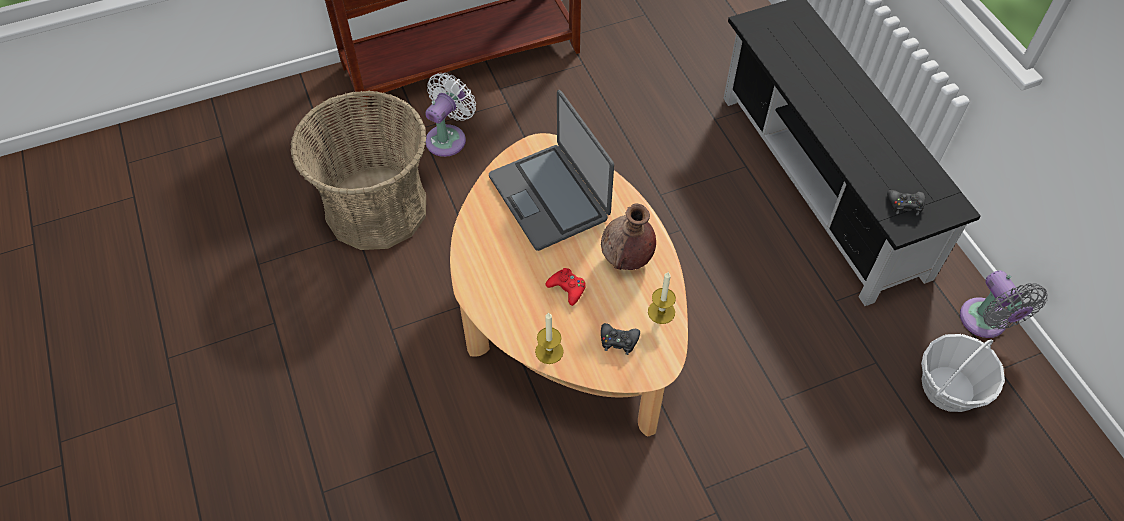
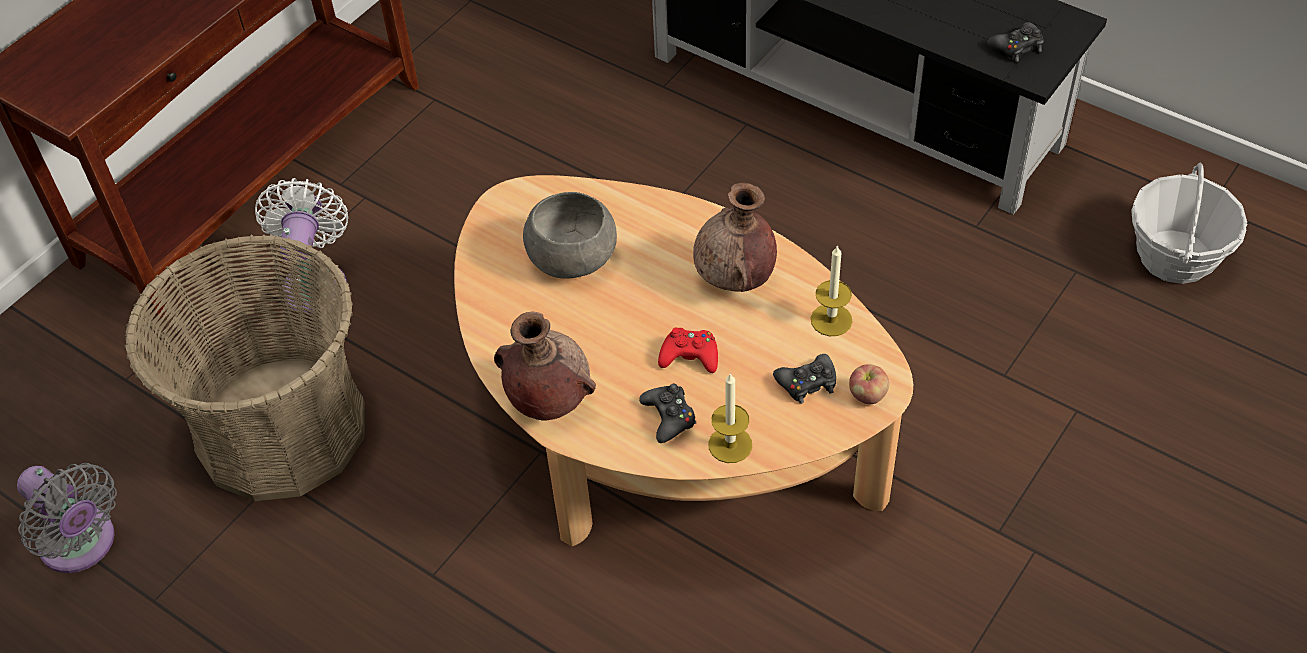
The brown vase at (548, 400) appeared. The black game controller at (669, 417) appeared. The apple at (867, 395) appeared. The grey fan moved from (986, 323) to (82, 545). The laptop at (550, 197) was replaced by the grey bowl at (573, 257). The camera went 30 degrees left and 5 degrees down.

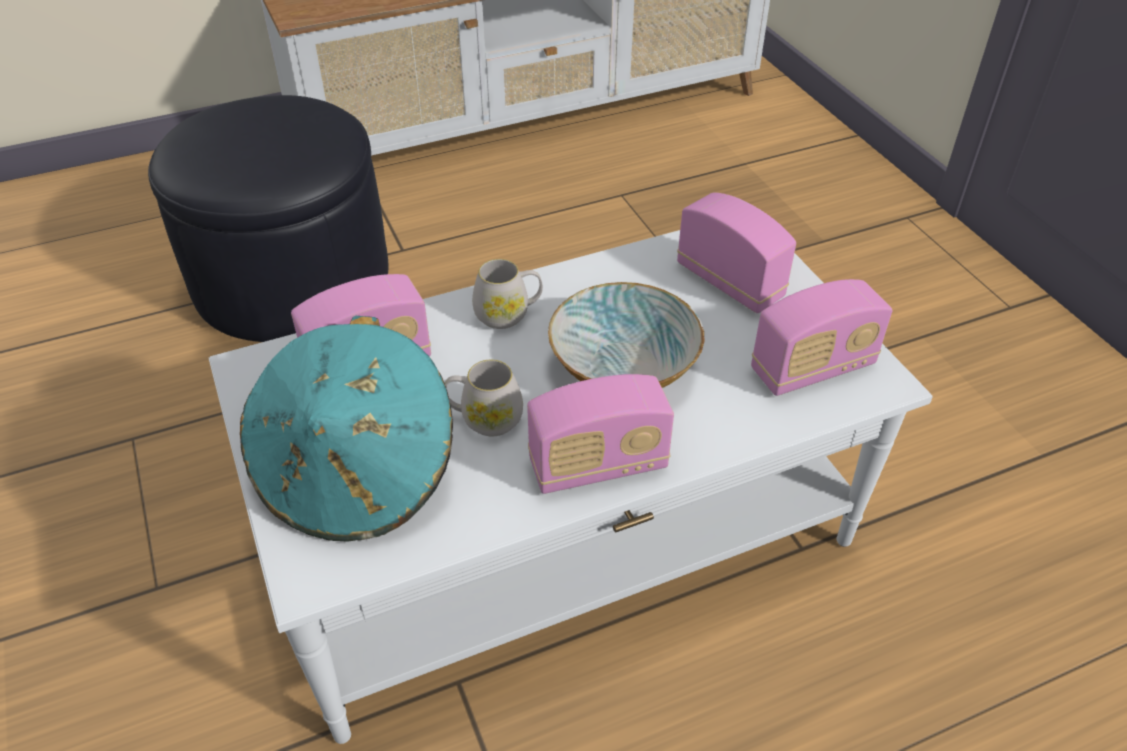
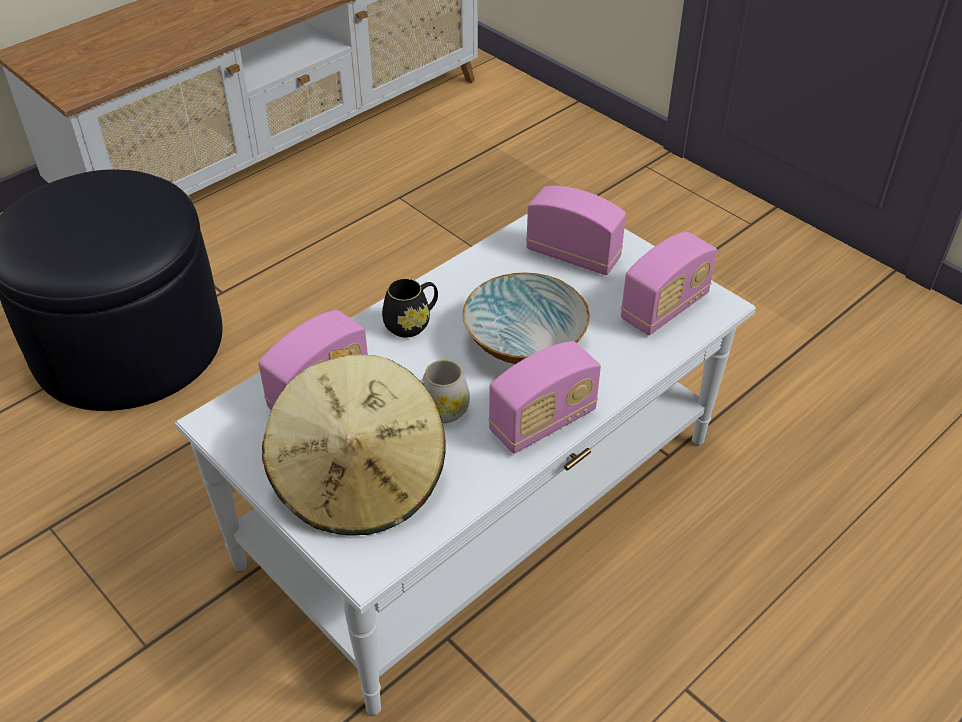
The turquoise hat at (357, 473) became the beige hat at (360, 479). The white mug at (508, 314) became the black mug at (412, 323). The camera went 20 degrees left and 0 degrees up.

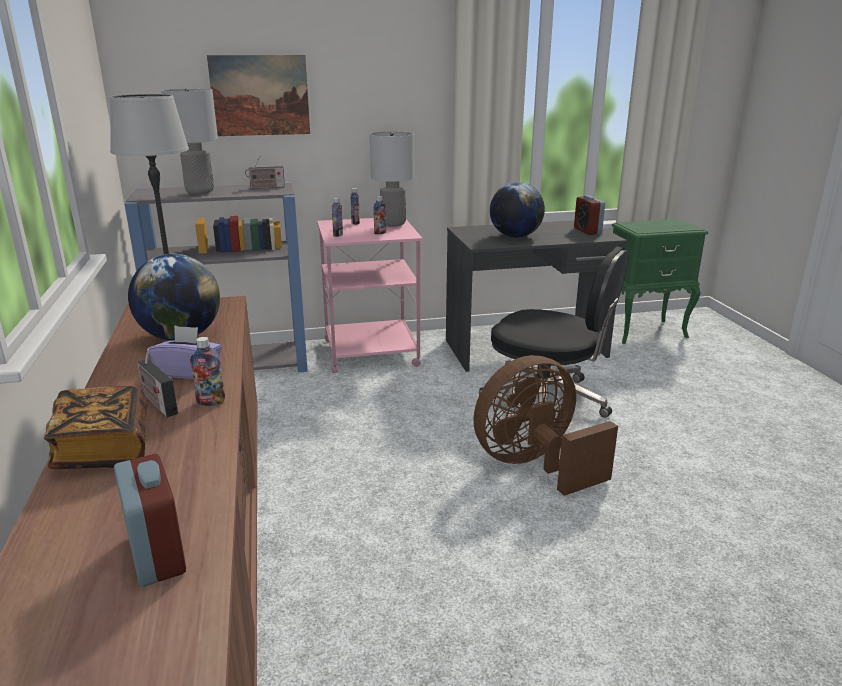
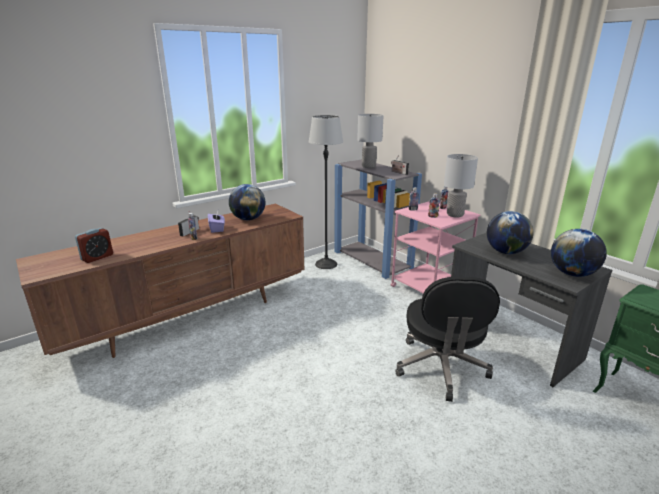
The book at (104, 448) disappeared. The picture at (260, 95) disappeared. The brown fan at (534, 465) disappeared. The alarm clock at (587, 231) was replaced by the globe at (572, 274). The camera went 65 degrees right and 0 degrees up.

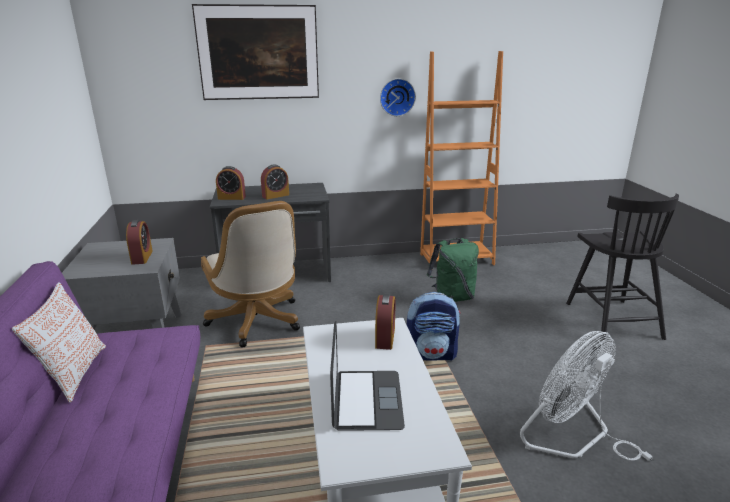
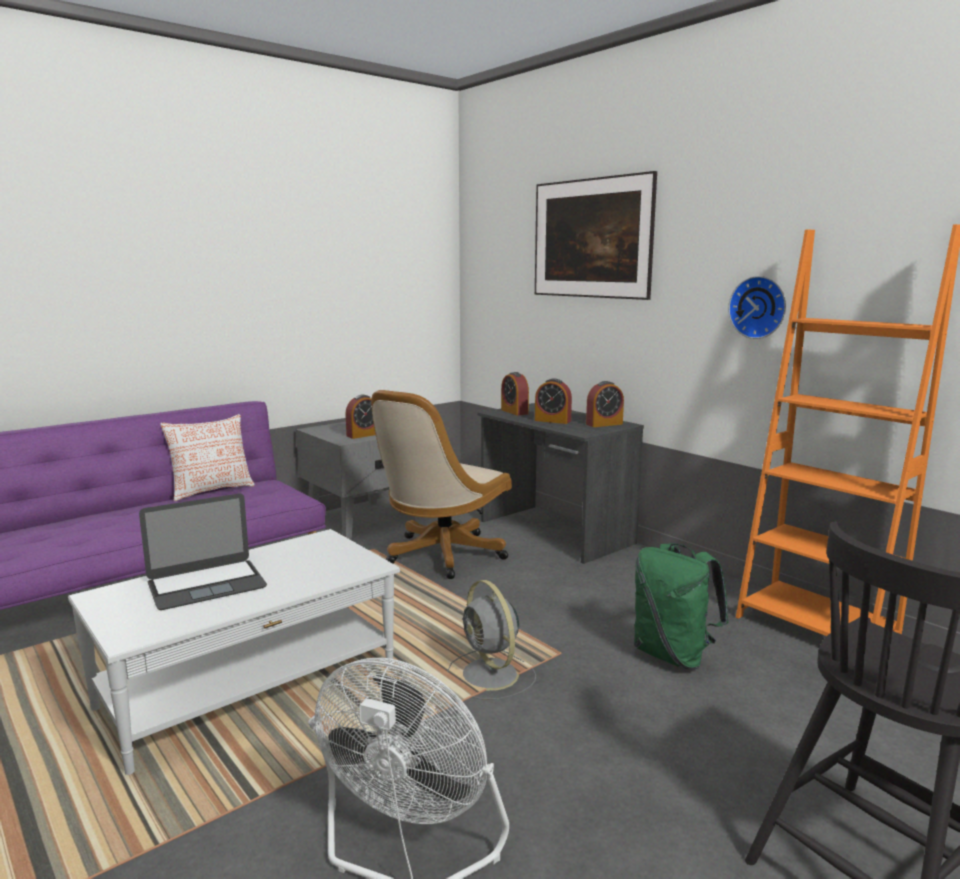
The alarm clock moved from (385, 338) to (604, 424). The backpack at (431, 354) was replaced by the grey fan at (491, 675). The camera went 60 degrees right and 10 degrees down.

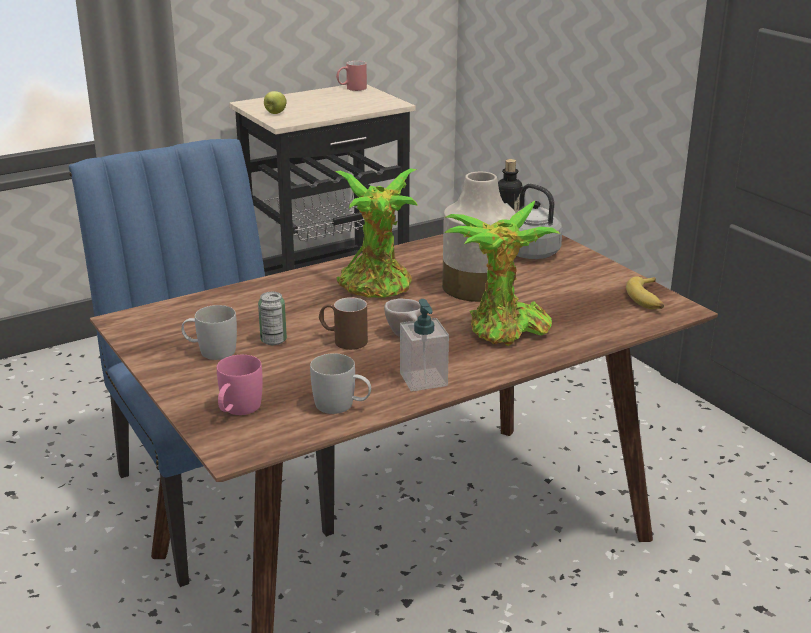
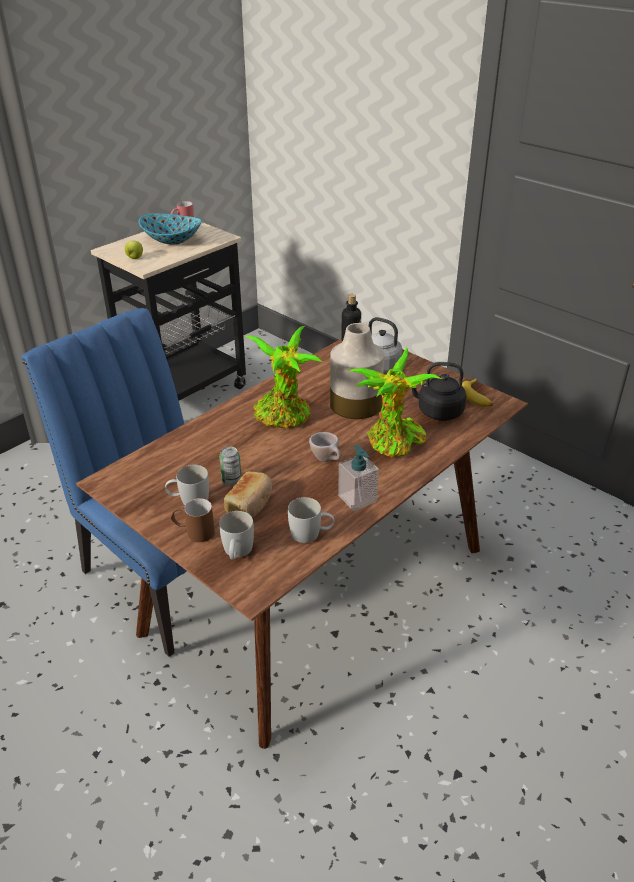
The bowl at (172, 241) appeared. The bread at (250, 504) appeared. The black kettle at (437, 412) appeared. The brown mug moved from (343, 340) to (194, 532). The pink mug at (237, 410) became the white mug at (237, 552). The camera went 15 degrees left and 10 degrees up.

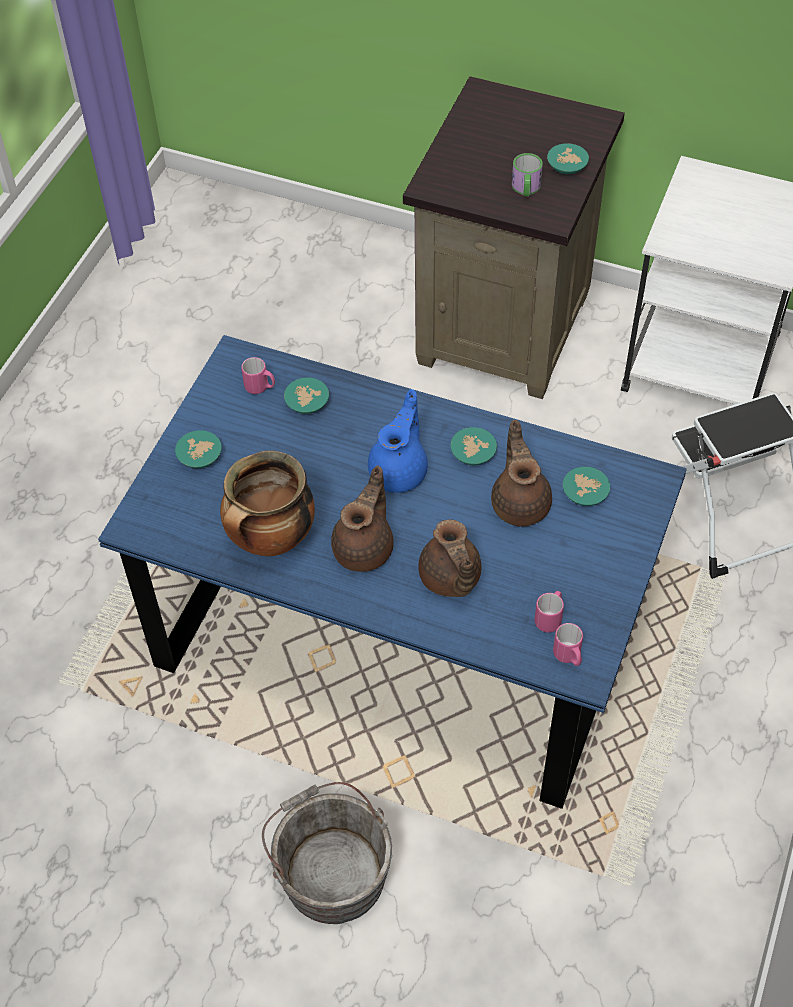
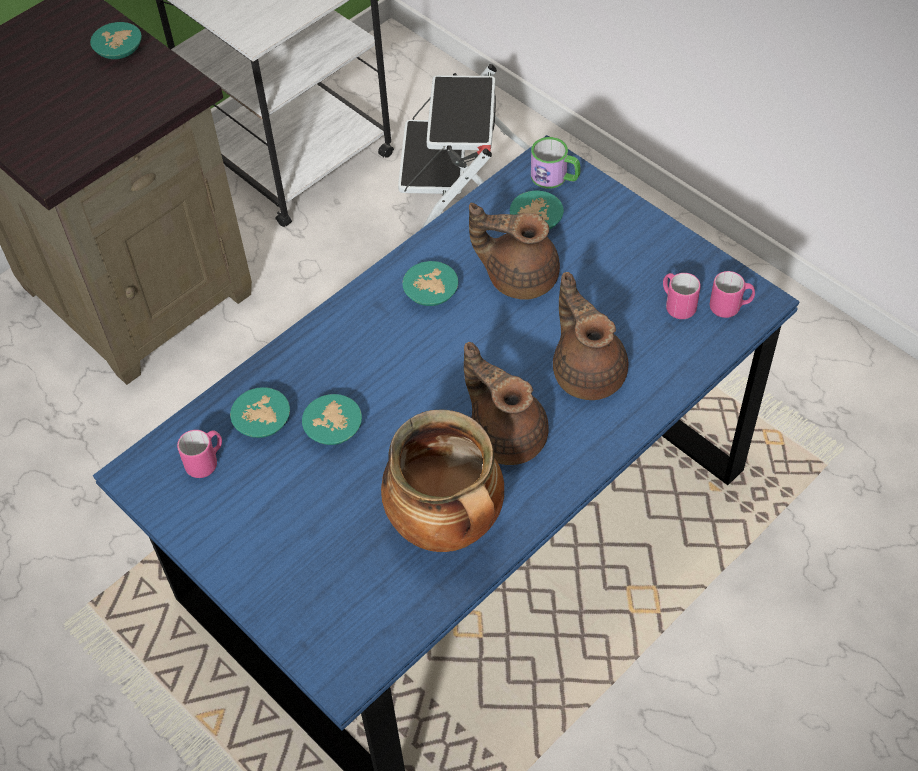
The grey bucket at (331, 869) disappeared. The blue teapot at (400, 471) disappeared. The turquoise bowl moved from (201, 456) to (334, 427). The mug moved from (526, 189) to (555, 177). The brown teapot at (450, 579) turned 120 degrees counterclockwise. The camera went 65 degrees left and 0 degrees up.

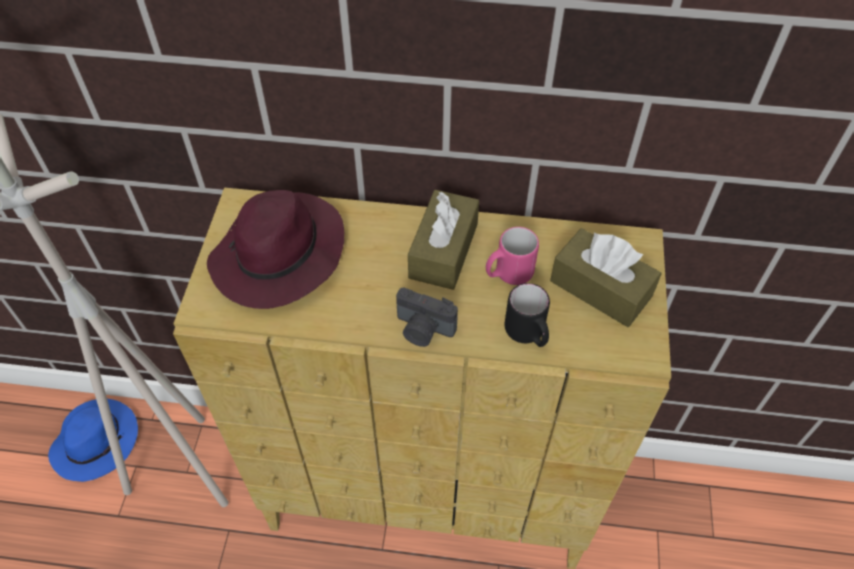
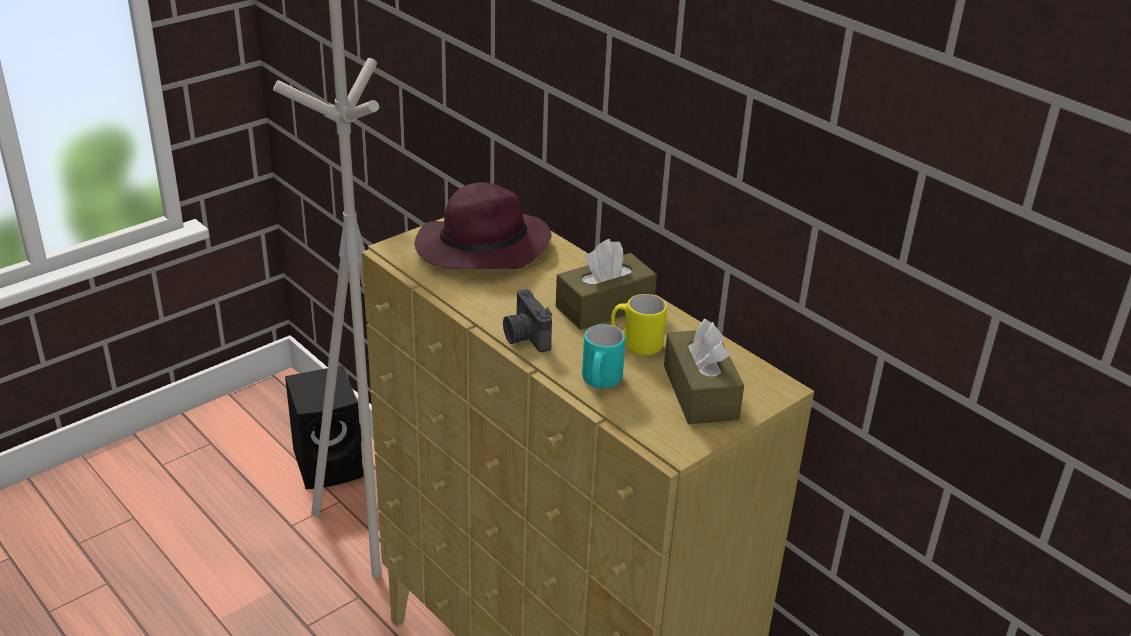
The blue hat at (96, 440) was replaced by the black speaker at (331, 464). The pink mug at (508, 274) became the yellow mug at (635, 344). The black mug at (528, 334) became the turquoise mug at (600, 382). The camera went 40 degrees right and 20 degrees down.

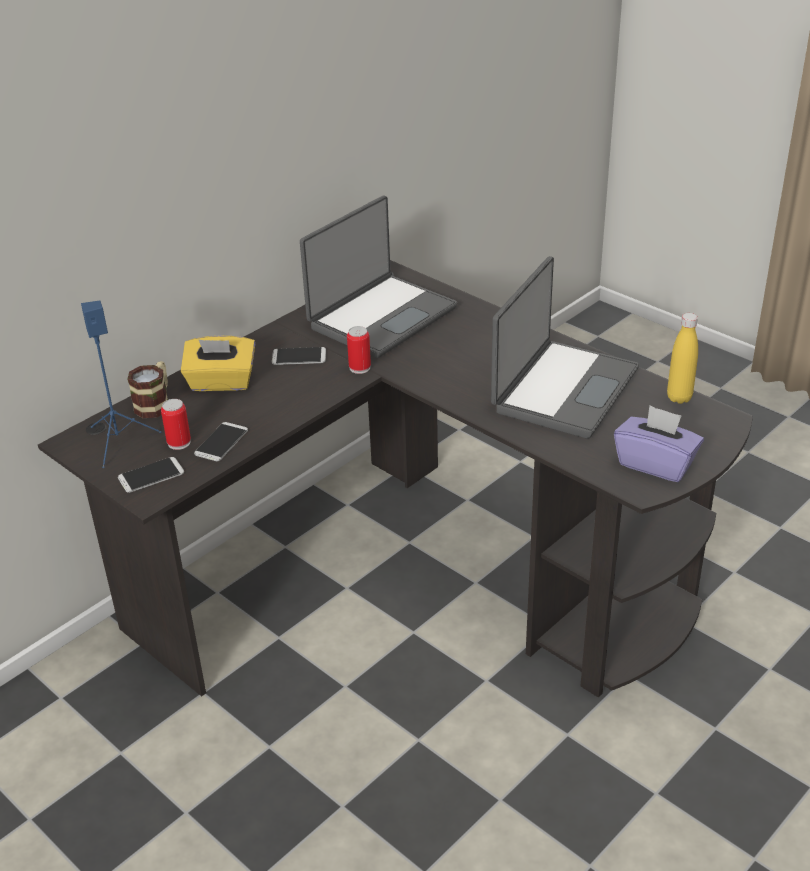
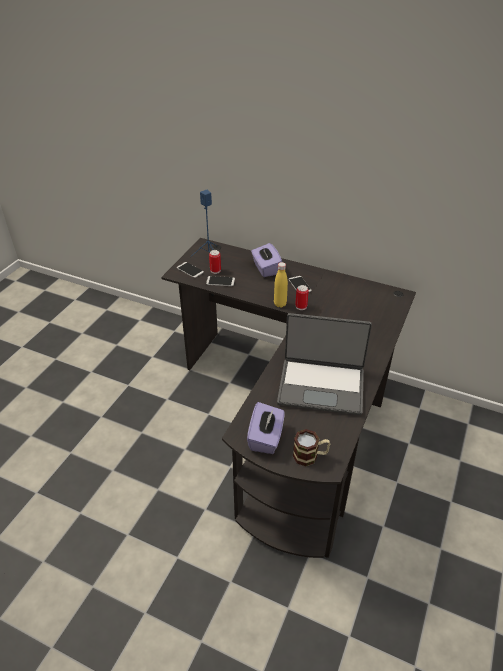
The laptop at (381, 317) disappeared. The mug moved from (155, 403) to (310, 456). The yellow bottle moved from (679, 397) to (280, 304). The yellow tissue box at (221, 382) became the purple tissue box at (265, 269). The camera went 70 degrees right and 5 degrees up.

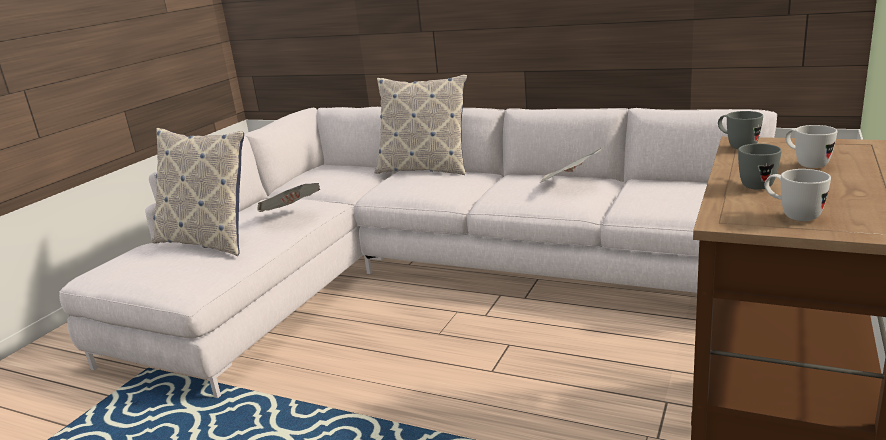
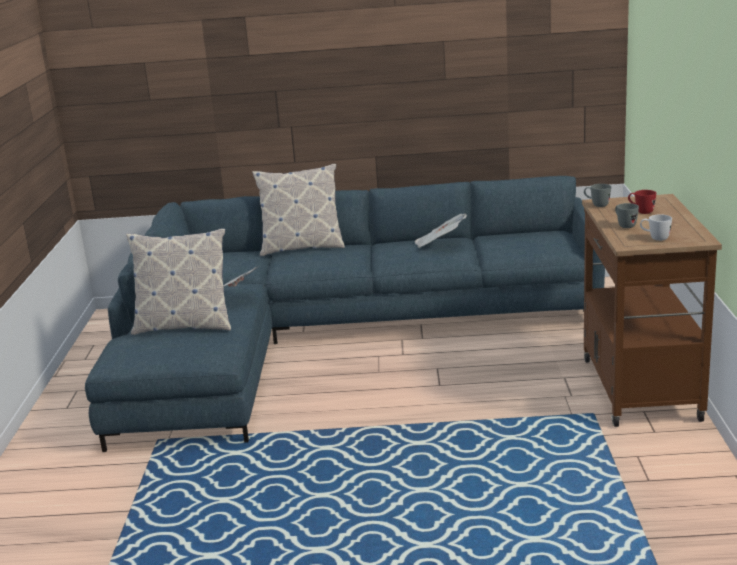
The white sofa at (423, 277) became the blue sofa at (326, 338). The white mug at (806, 164) became the red mug at (641, 212). The camera went 25 degrees left and 0 degrees up.

